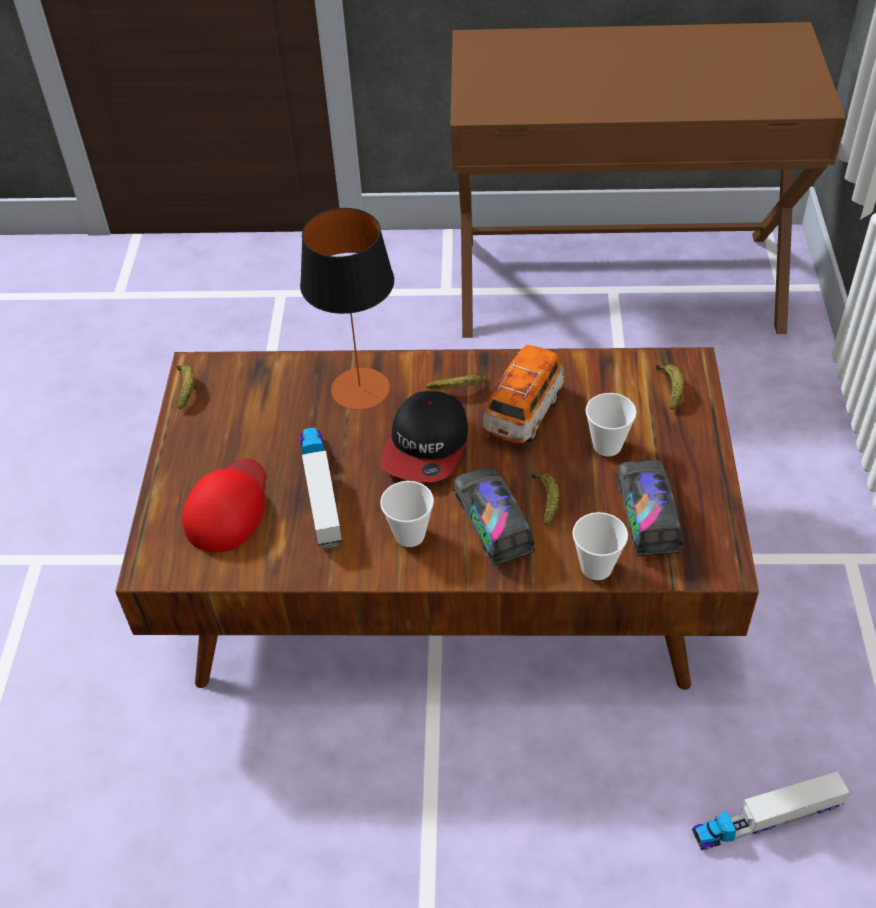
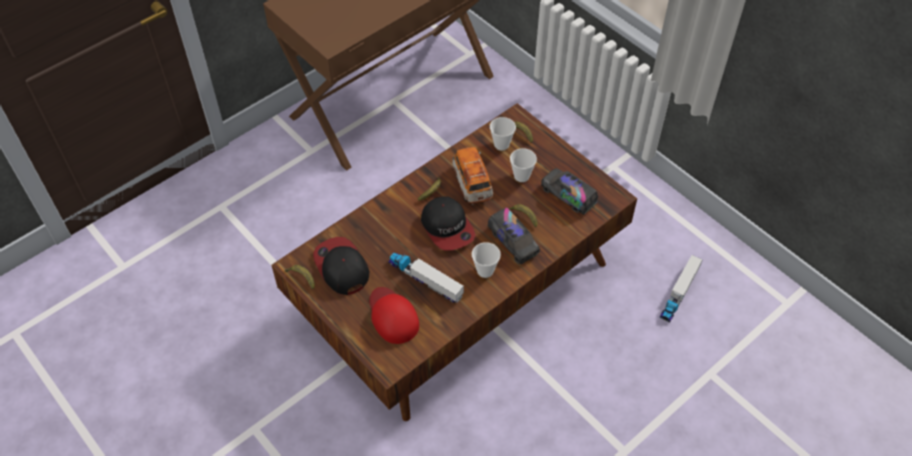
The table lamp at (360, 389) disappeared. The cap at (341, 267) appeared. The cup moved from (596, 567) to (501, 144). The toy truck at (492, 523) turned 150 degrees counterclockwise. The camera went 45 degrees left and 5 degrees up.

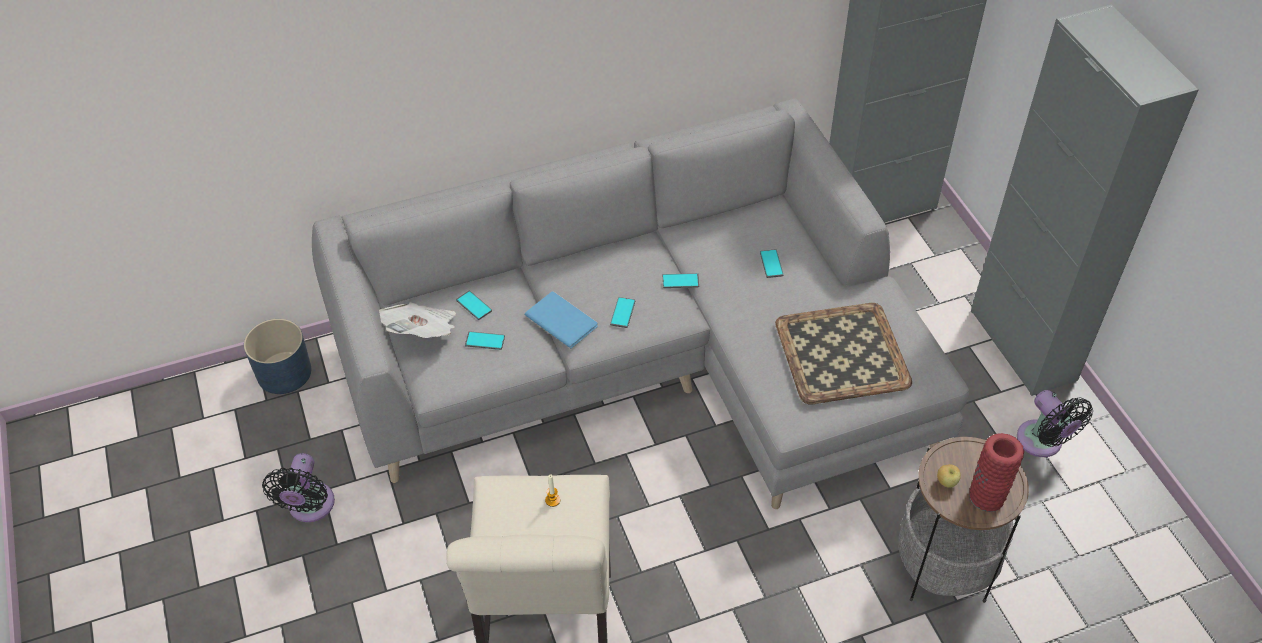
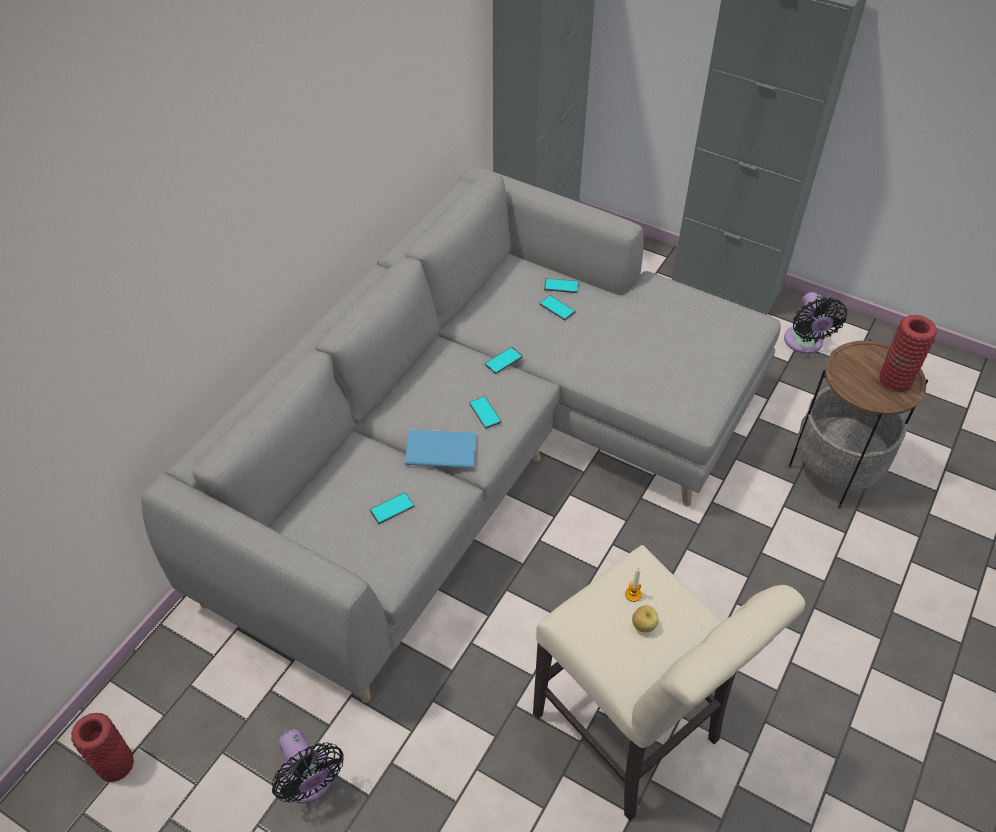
The blue planter at (284, 372) disappeared. The newspaper at (422, 333) disappeared. The tray at (840, 353) disappeared. The red vase at (116, 764) appeared. The phone moved from (474, 305) to (561, 286). The apple moved from (946, 482) to (643, 625). The black fan at (1042, 443) turned 60 degrees clockwise. The camera went 40 degrees left and 0 degrees up.

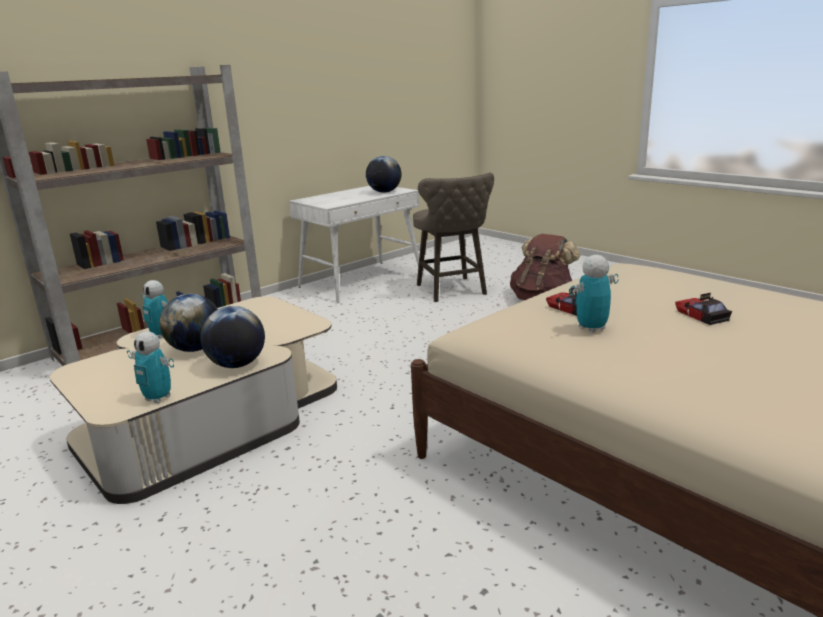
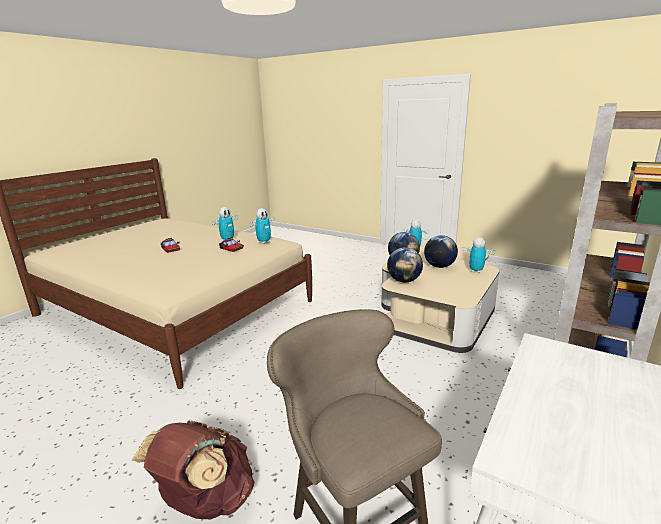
The toy robot at (264, 242) appeared. The globe moved from (384, 192) to (404, 281). The camera went 165 degrees right and 0 degrees up.

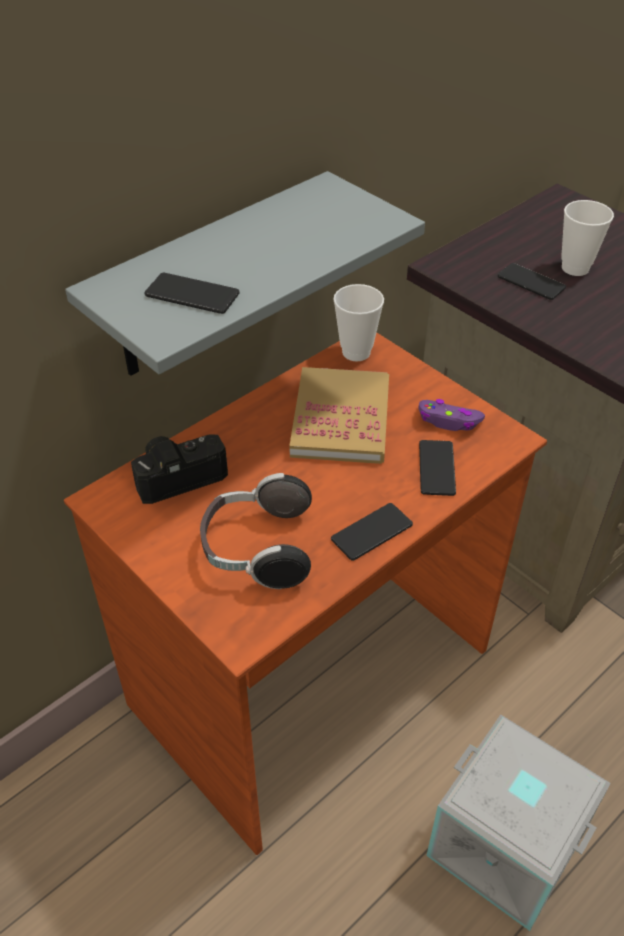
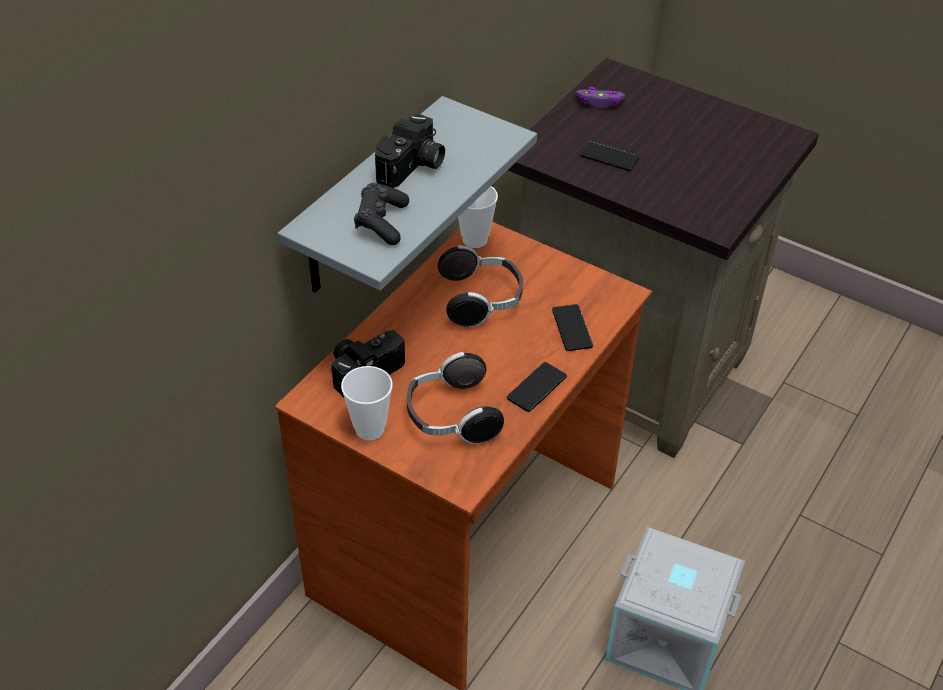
The photo camera at (413, 167) appeared. The purple game controller moved from (449, 421) to (599, 102). The cup moved from (575, 268) to (370, 429). The phone at (192, 294) was replaced by the black game controller at (381, 223). The book at (341, 419) was replaced by the headphones at (481, 300). The camera went 15 degrees left and 0 degrees up.

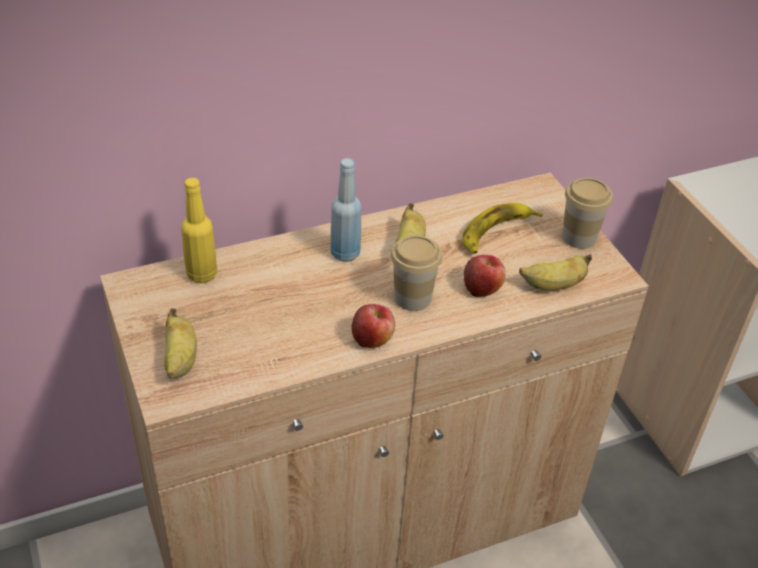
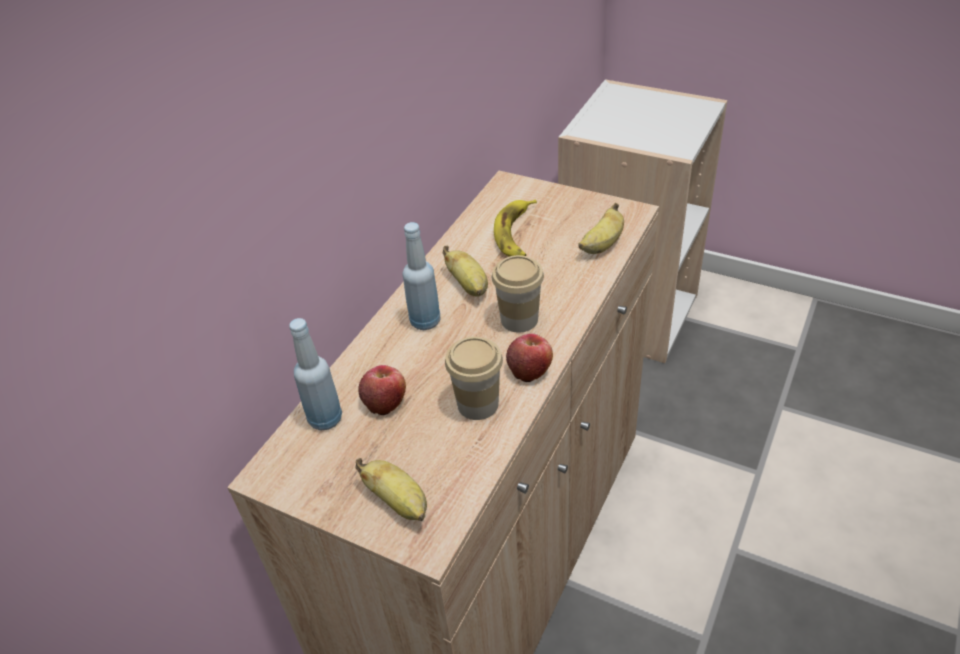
The apple moved from (482, 288) to (385, 402). The cup moved from (579, 237) to (478, 404). The yellow bottle at (202, 274) became the blue bottle at (325, 419). The camera went 35 degrees left and 0 degrees up.

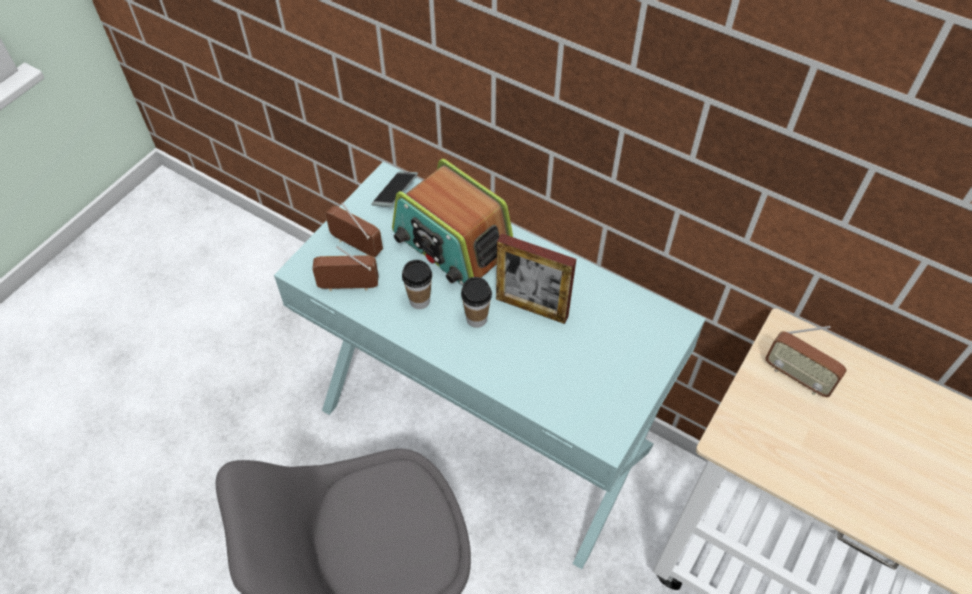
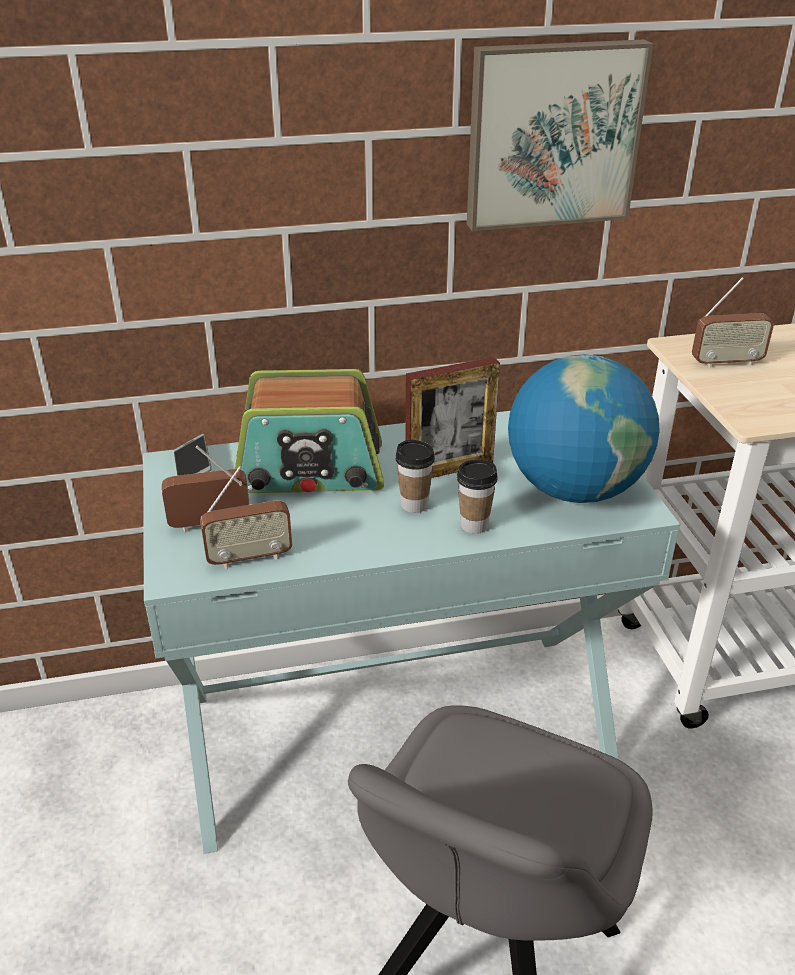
The picture at (552, 135) appeared. The globe at (573, 489) appeared. The cup moved from (419, 301) to (474, 525). The radio at (349, 286) turned 150 degrees counterclockwise. The camera went 45 degrees left and 20 degrees down.

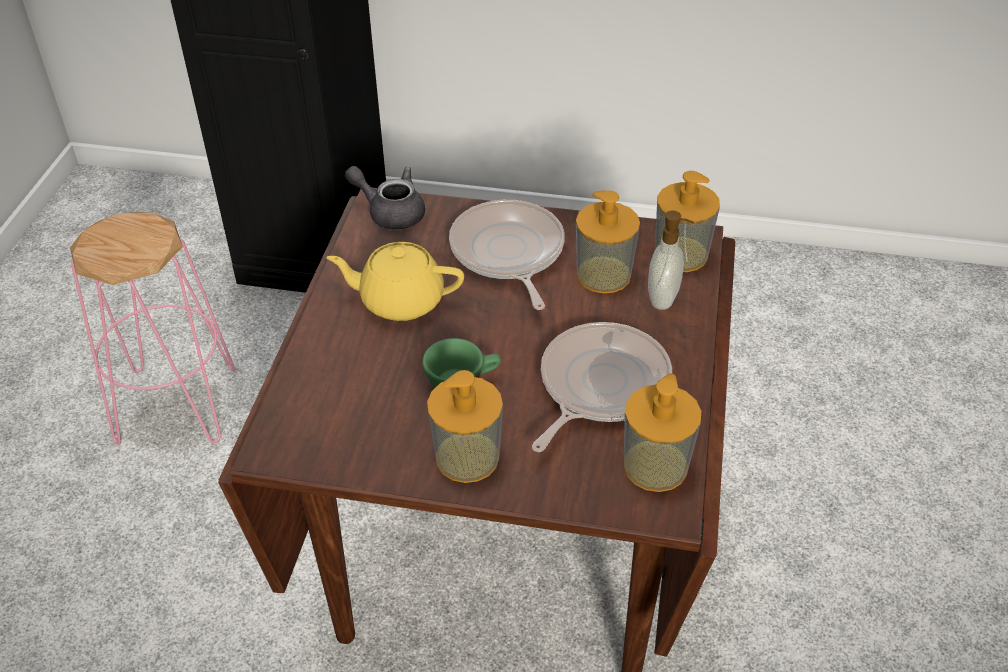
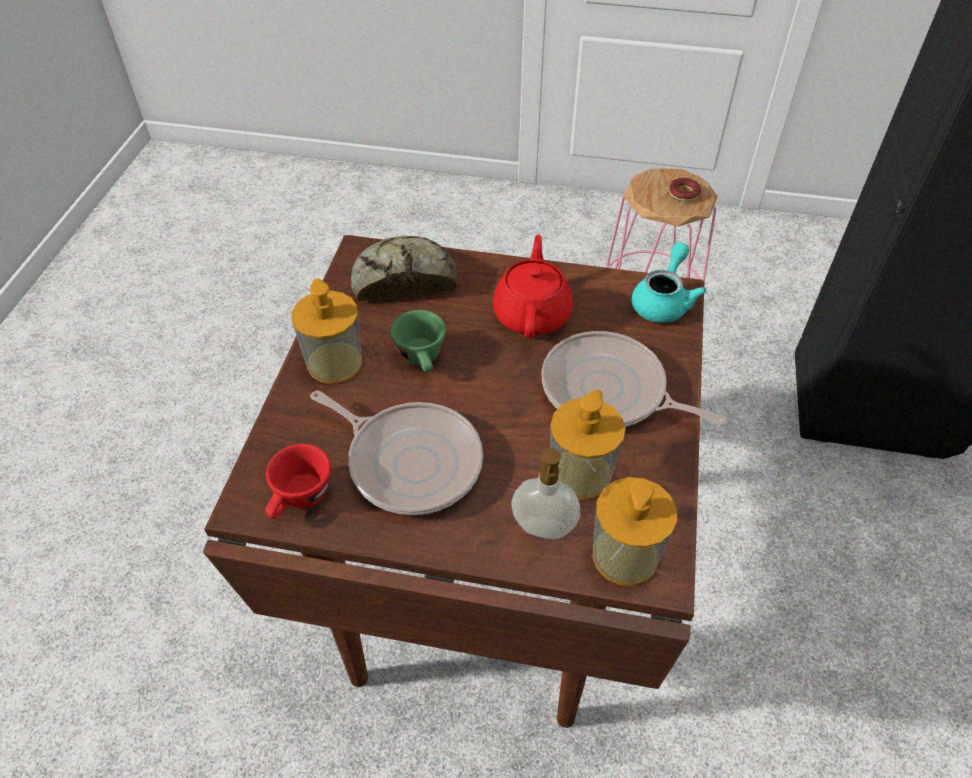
The bread at (403, 278) appeared. The donut at (683, 193) appeared. The soap dispenser at (655, 466) was replaced by the red cup at (300, 499). The yellow teapot at (400, 300) became the red teapot at (532, 314). The grey teapot at (390, 212) became the turquoise teapot at (663, 301). The frying pan at (508, 253) turned 135 degrees counterclockwise. The camera went 90 degrees right and 5 degrees up.

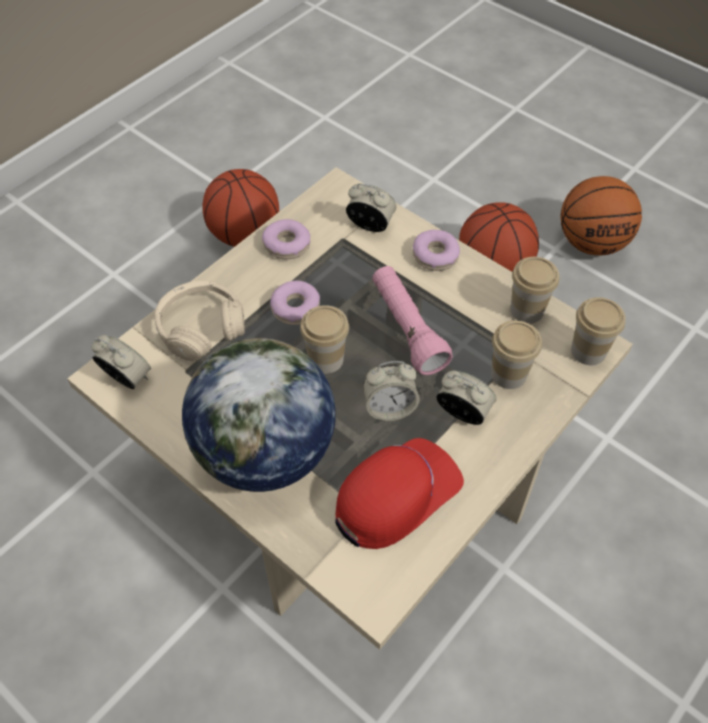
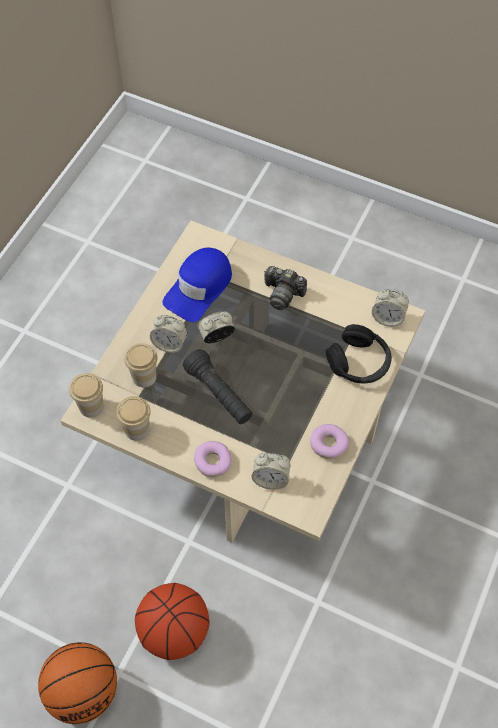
The basketball at (245, 235) disappeared. The donut at (295, 308) disappeared. The cup at (326, 359) disappeared. The globe at (265, 453) was replaced by the photo camera at (283, 293). The beige headphones at (201, 328) became the black headphones at (359, 362). The red cap at (396, 495) became the blue cap at (199, 288). The pink flashlight at (407, 329) became the black flashlight at (219, 394). The camera went 165 degrees right and 5 degrees up.

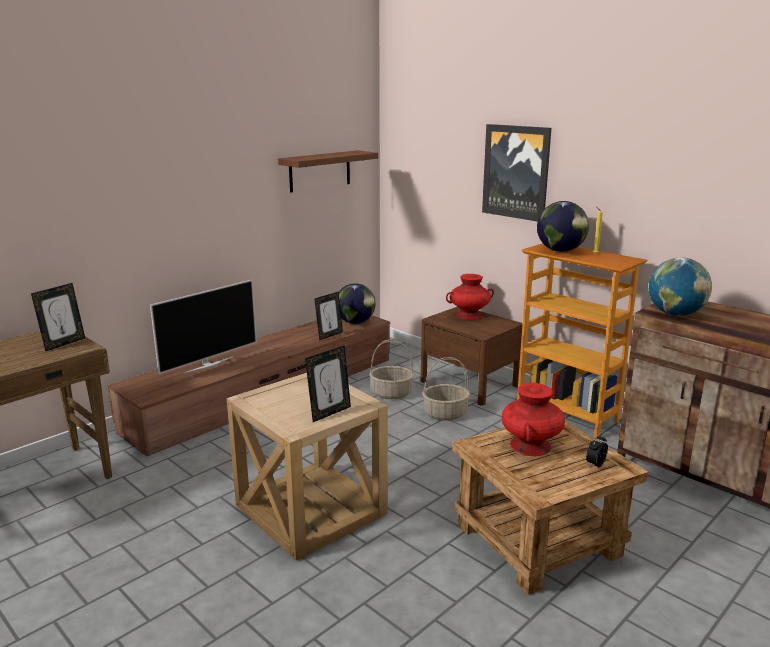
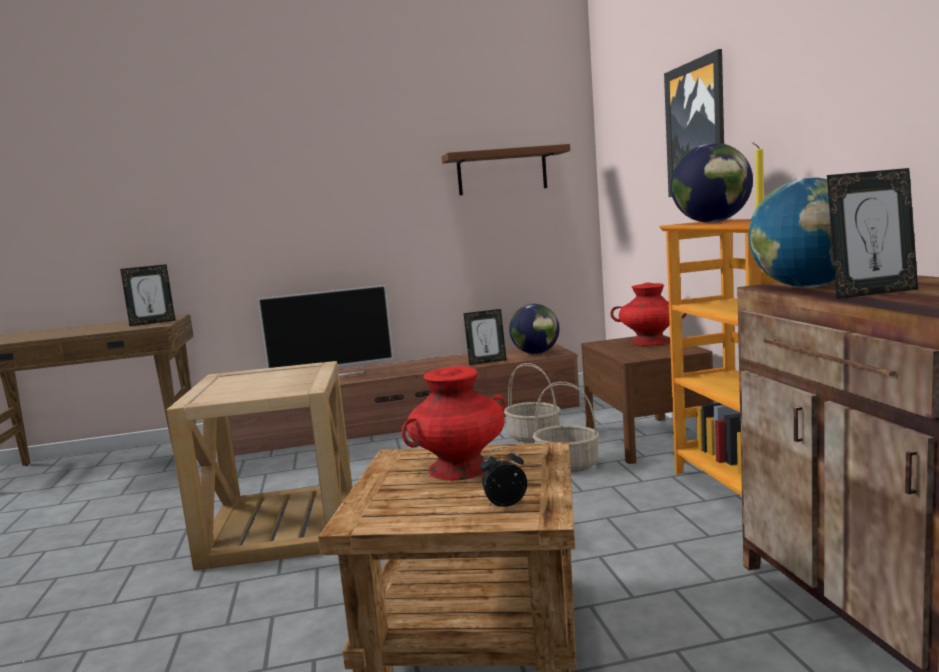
The picture frame moved from (329, 413) to (872, 293). The camera went 35 degrees right and 10 degrees down.

